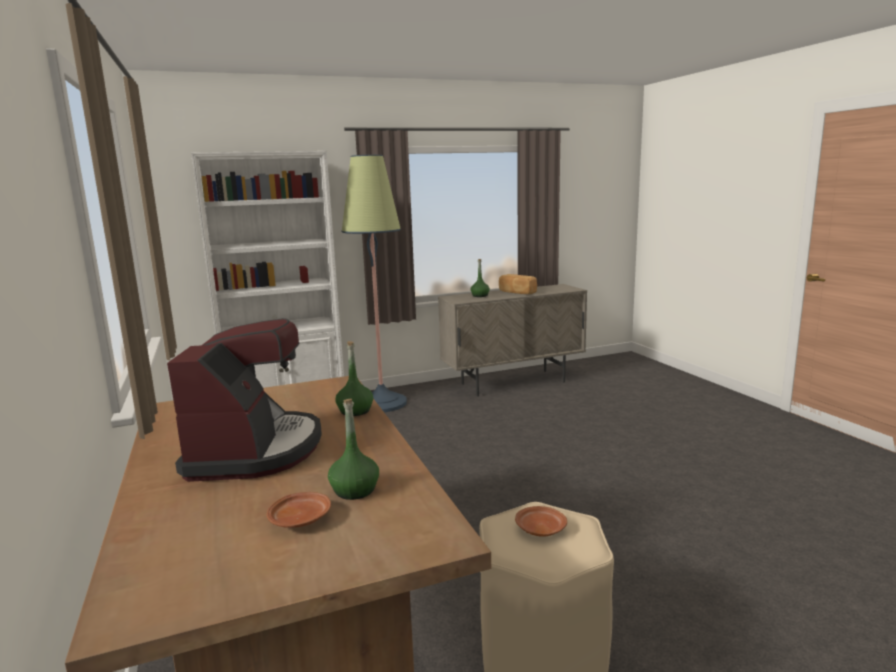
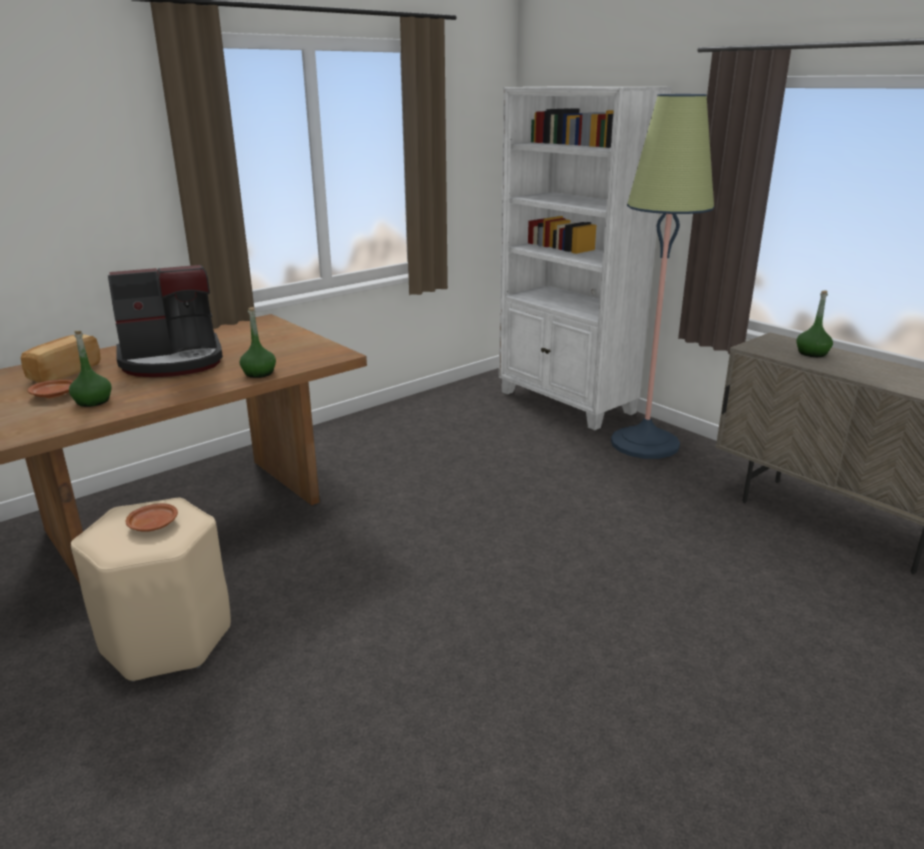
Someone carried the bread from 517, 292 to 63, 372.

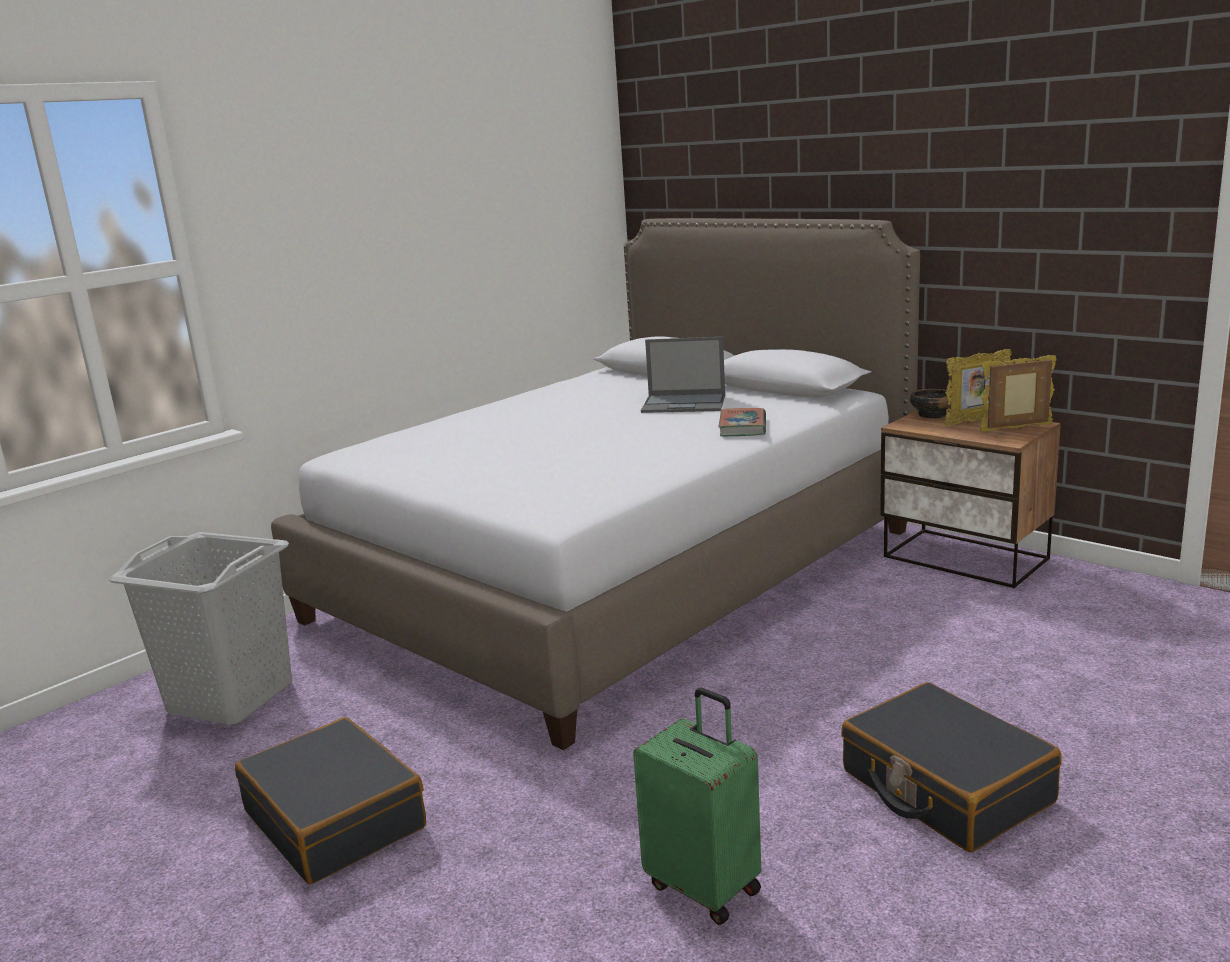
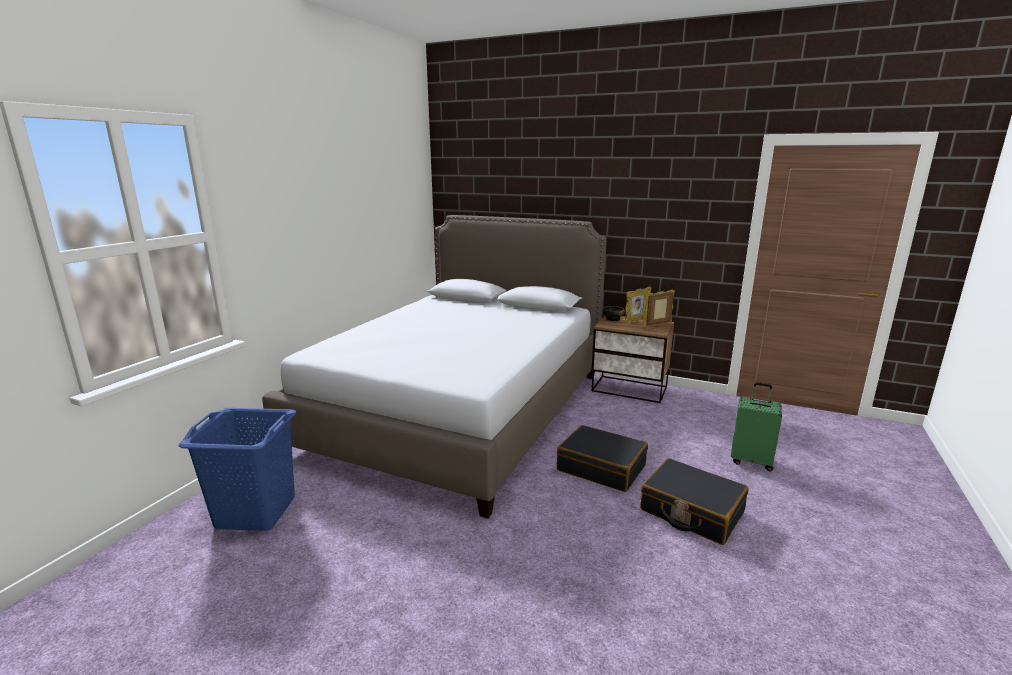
Someone repainted the laundry basket (grey) at 231, 697, which became the laundry basket (blue) at 256, 512. Someone carried the suitcase (black) from 335, 819 to 601, 468. Someone carried the suitcase (green) from 705, 886 to 751, 461. Someone took away the laptop at 685, 404. Someone took away the book at 743, 427.

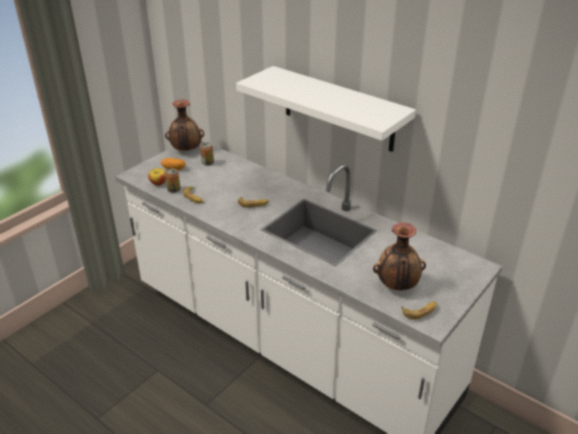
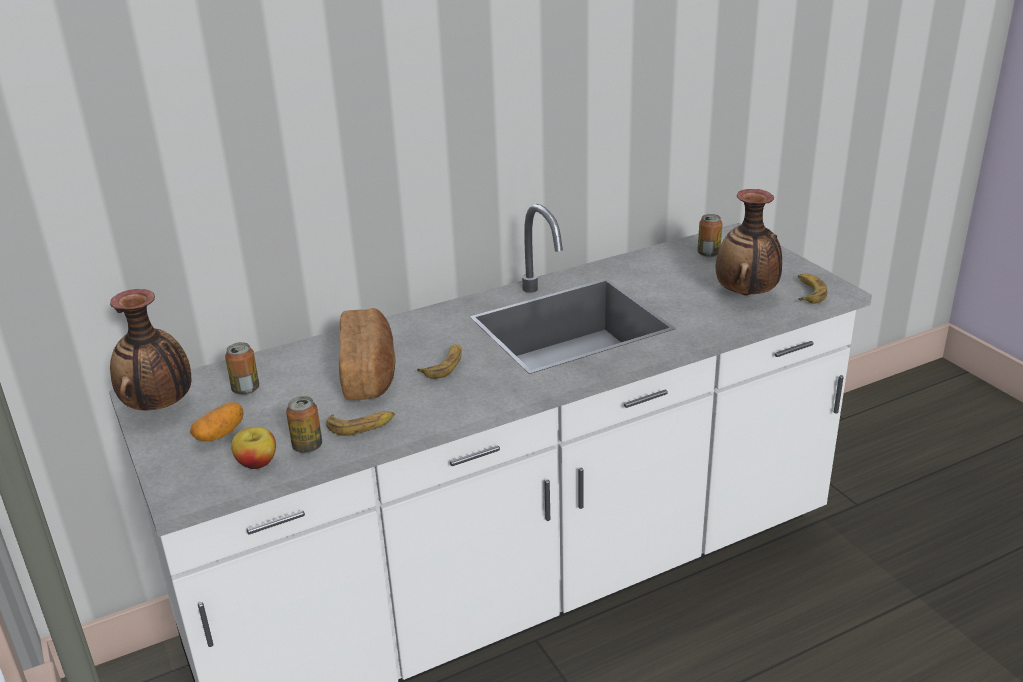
Someone put down the bread at 369, 372. Someone put down the can at 708, 253. Someone took away the shelf (white) at 338, 109.

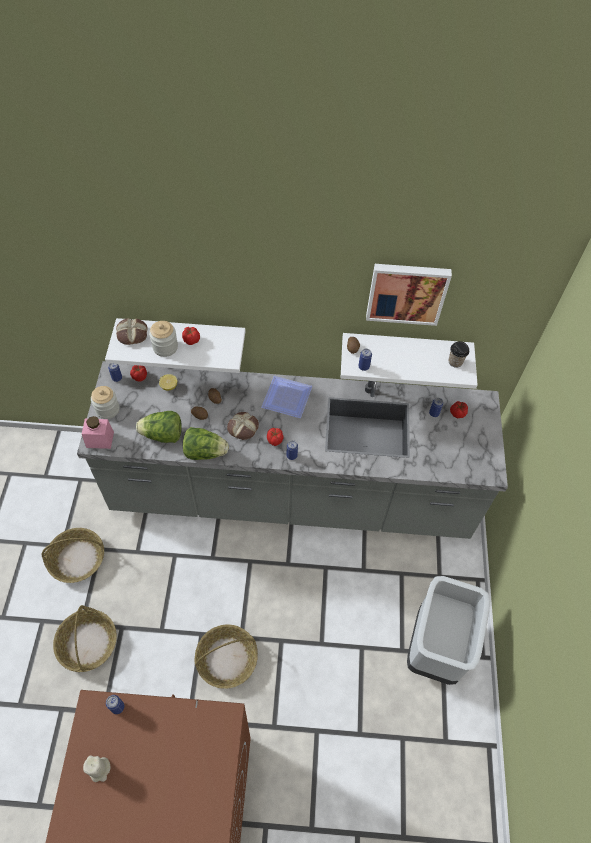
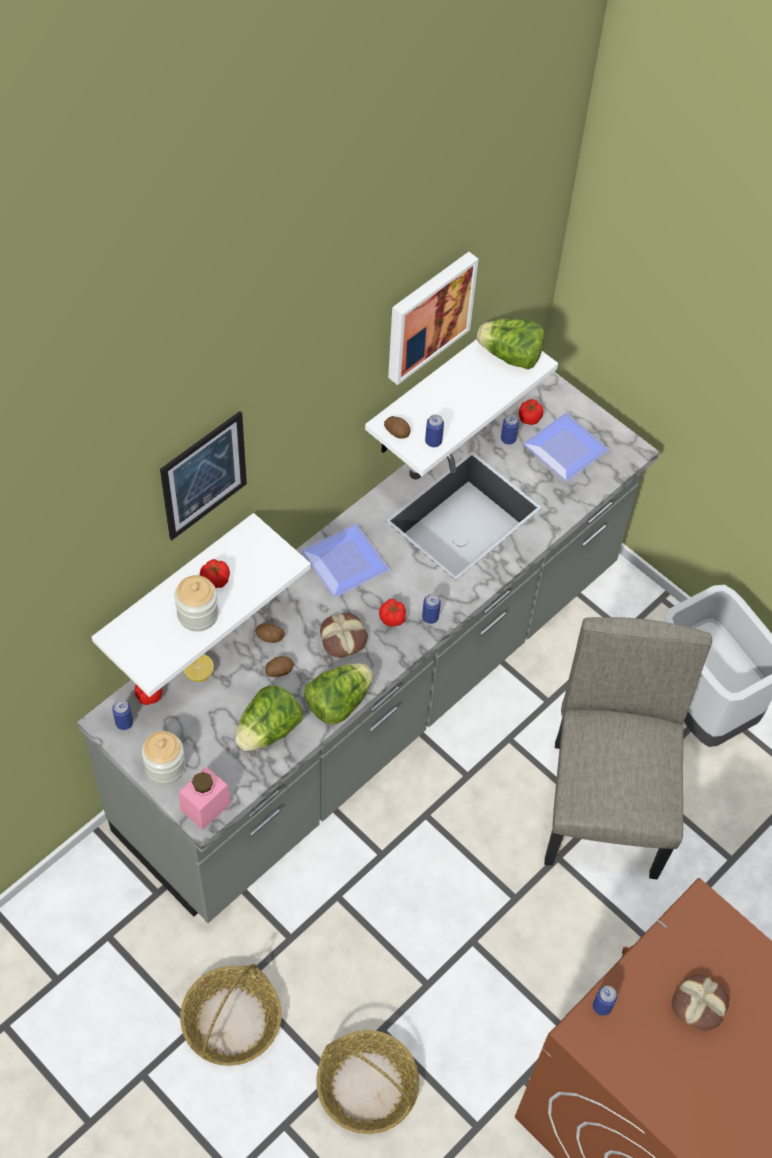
Someone put up the picture at 204, 475. Someone swapped the cup at 455, 362 for the lettuce at 510, 356. Someone put down the plate at 565, 447. Someone put down the chair (beige) at 606, 809. Someone carried the bread from 132, 335 to 699, 1005. Someone took away the candle (beige) at 99, 769. Someone took away the basket at 226, 659.

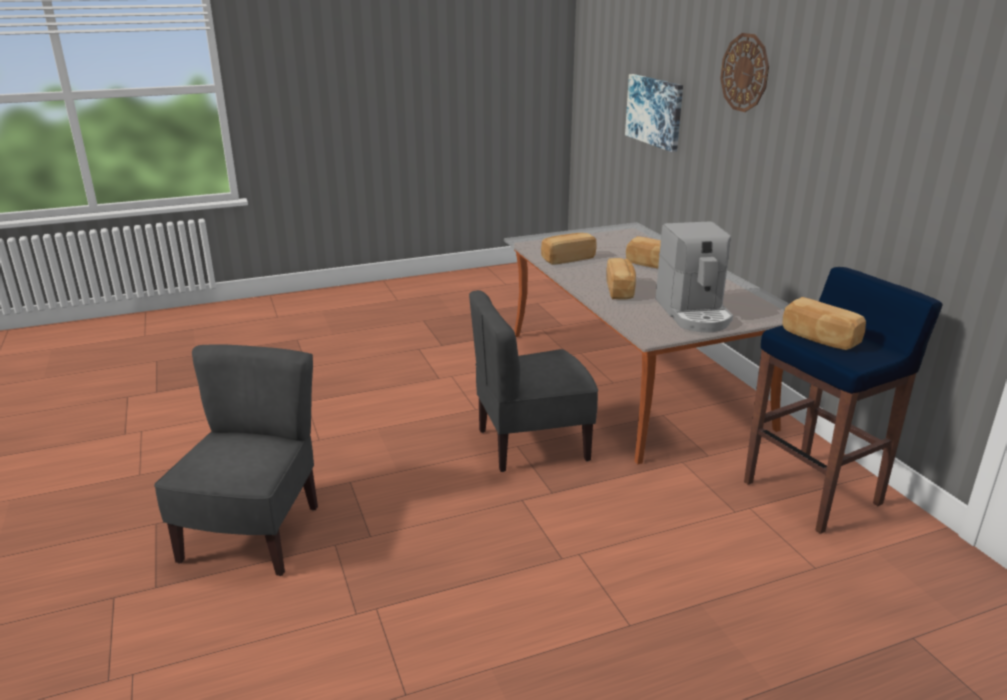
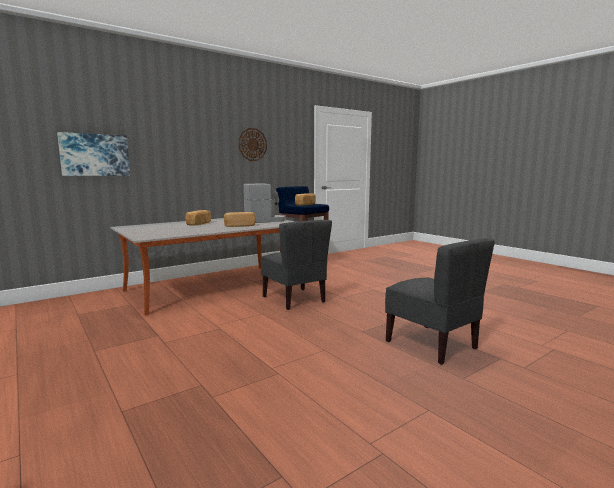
Someone carried the wall clock from 745, 72 to 252, 144. Someone rotated the chair (grey) at 254, 534 by 120 degrees counterclockwise. Someone took away the bread at 567, 258.

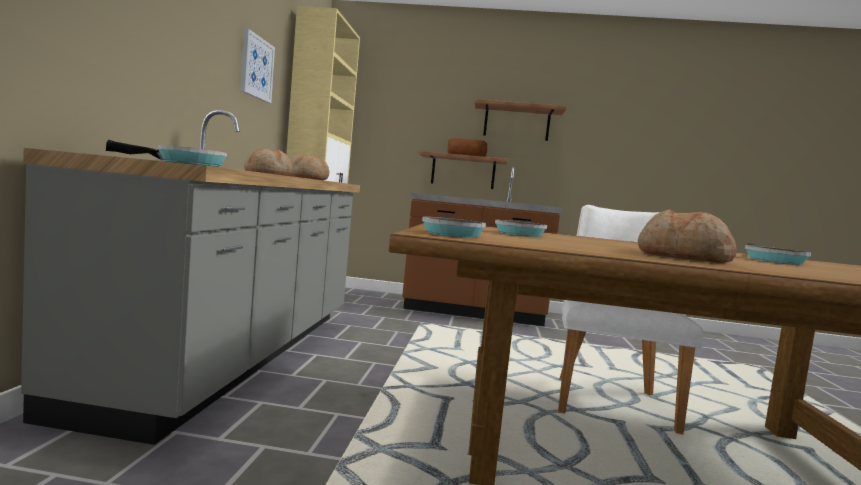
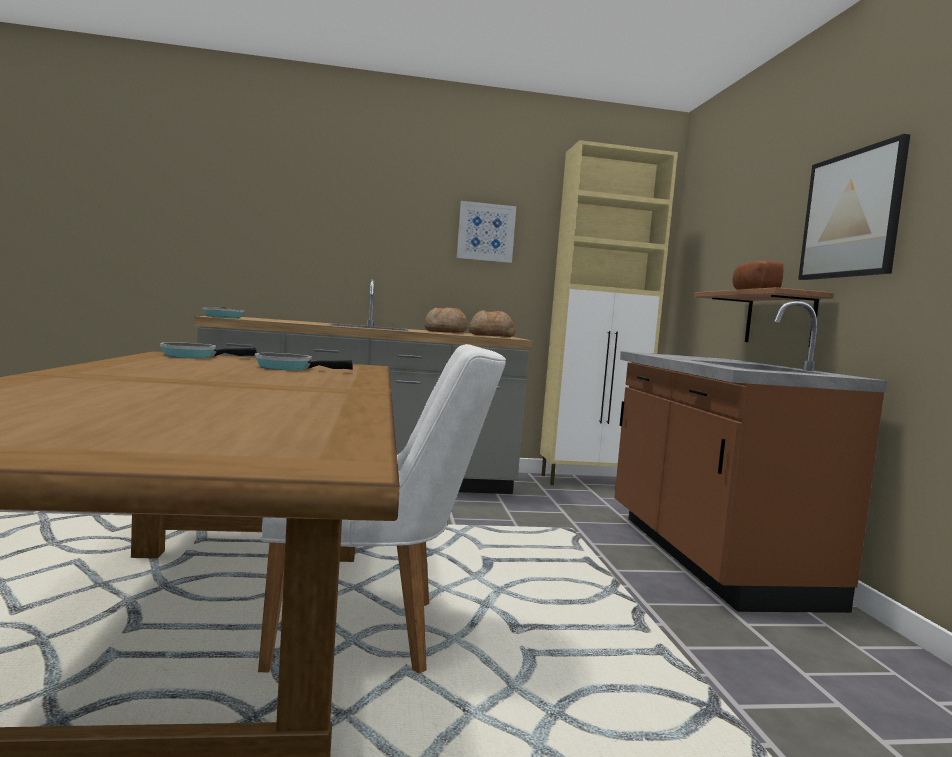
Someone swapped the shelf at 516, 123 for the picture at 851, 214. Someone took away the bread at 682, 257. Someone took away the frying pan at 771, 260.

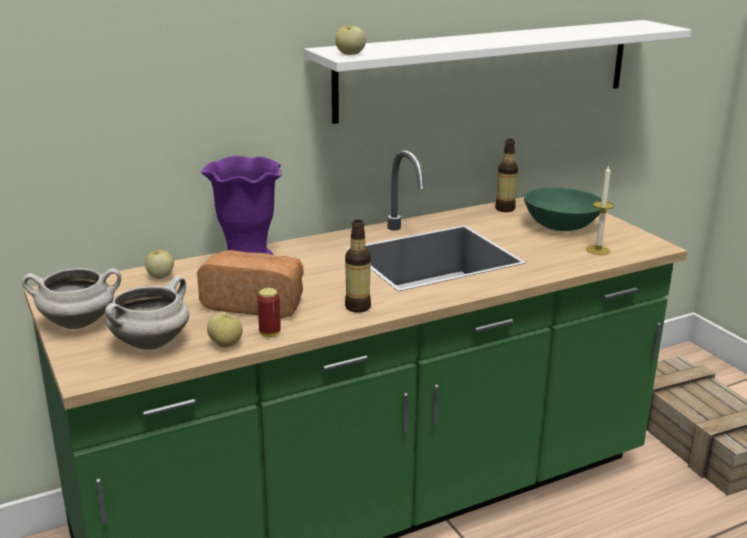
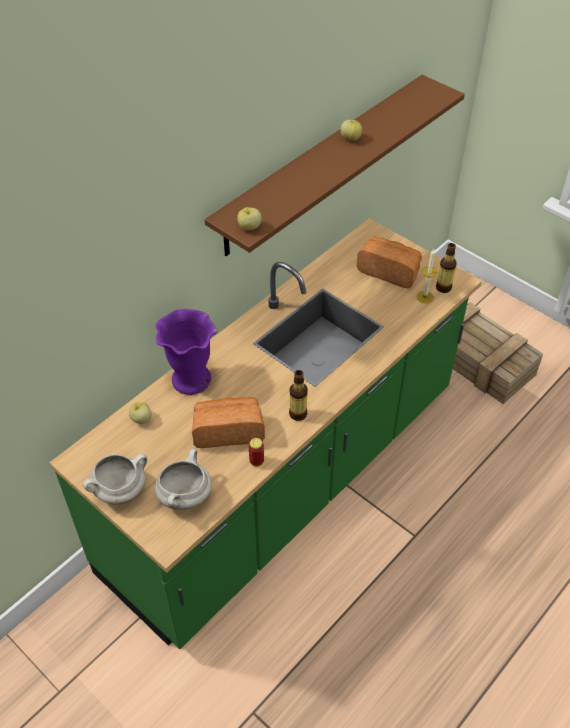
Someone repainted the shelf (white) at 488, 68, which became the shelf (brown) at 322, 164. Someone carried the apple from 226, 344 to 351, 138. Someone swapped the bowl (green) at 561, 226 for the bread at 389, 271. Someone carried the bottle from 505, 209 to 443, 288.

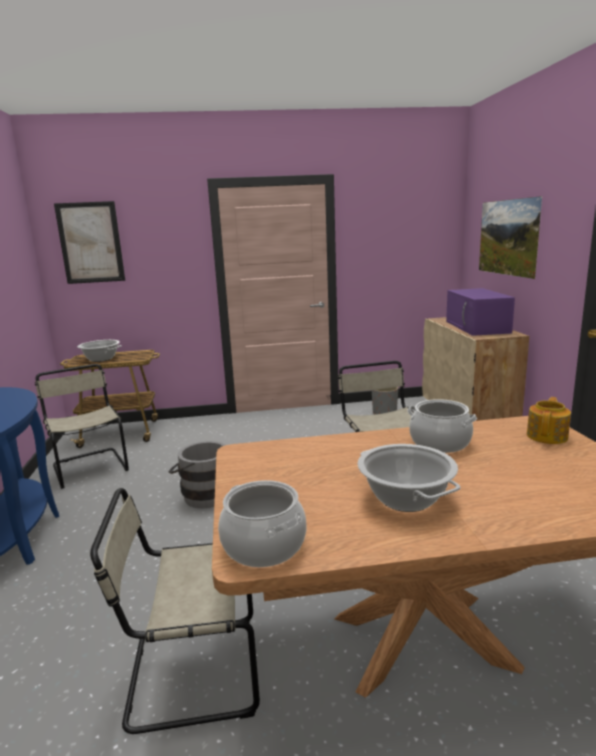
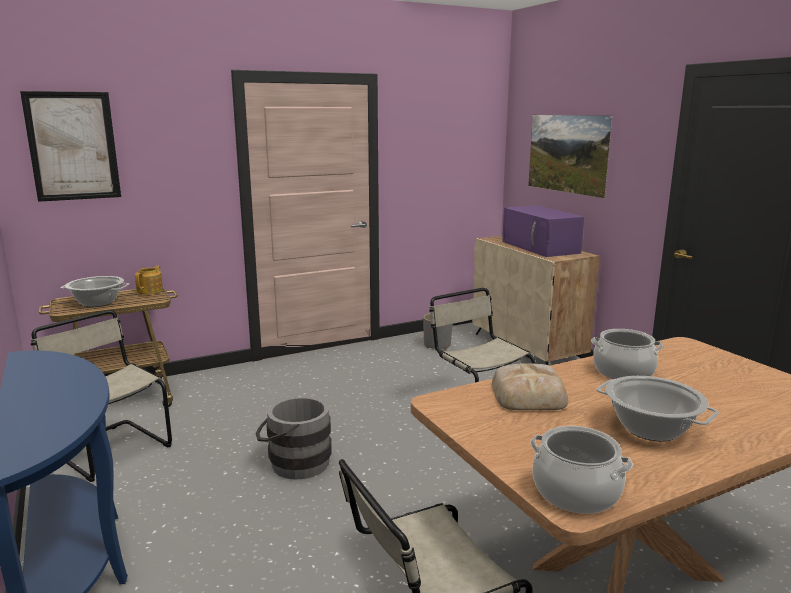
Someone carried the teapot from 547, 436 to 150, 290. Someone put down the bread at 529, 394.

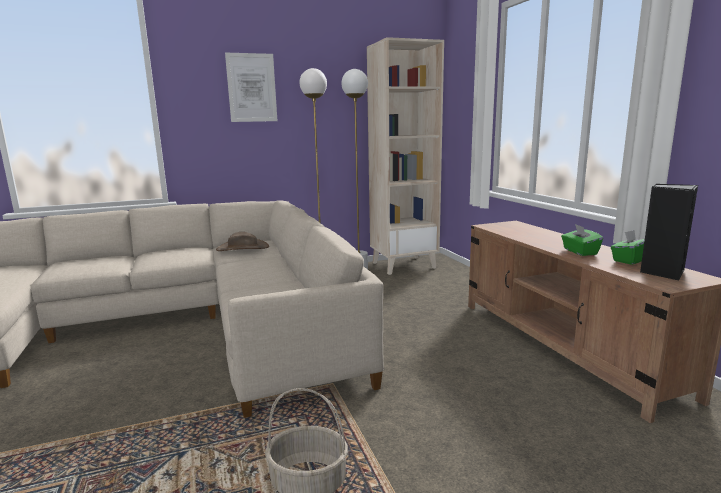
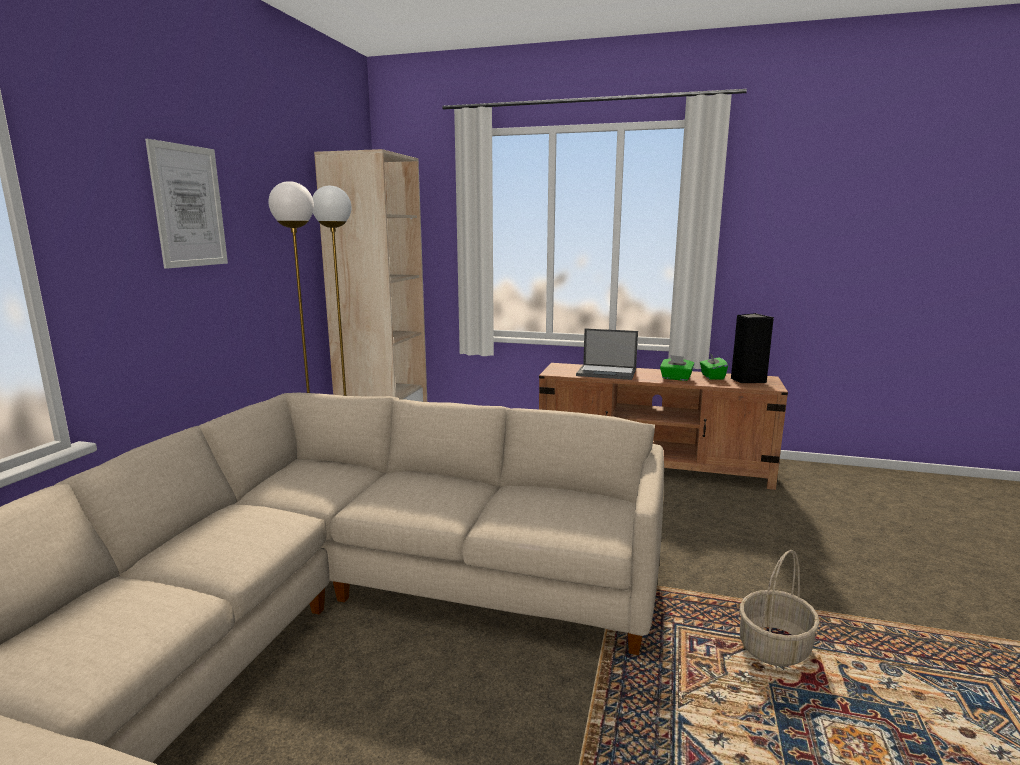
Someone put down the laptop at 607, 372. Someone took away the hat (brown) at 242, 248.

